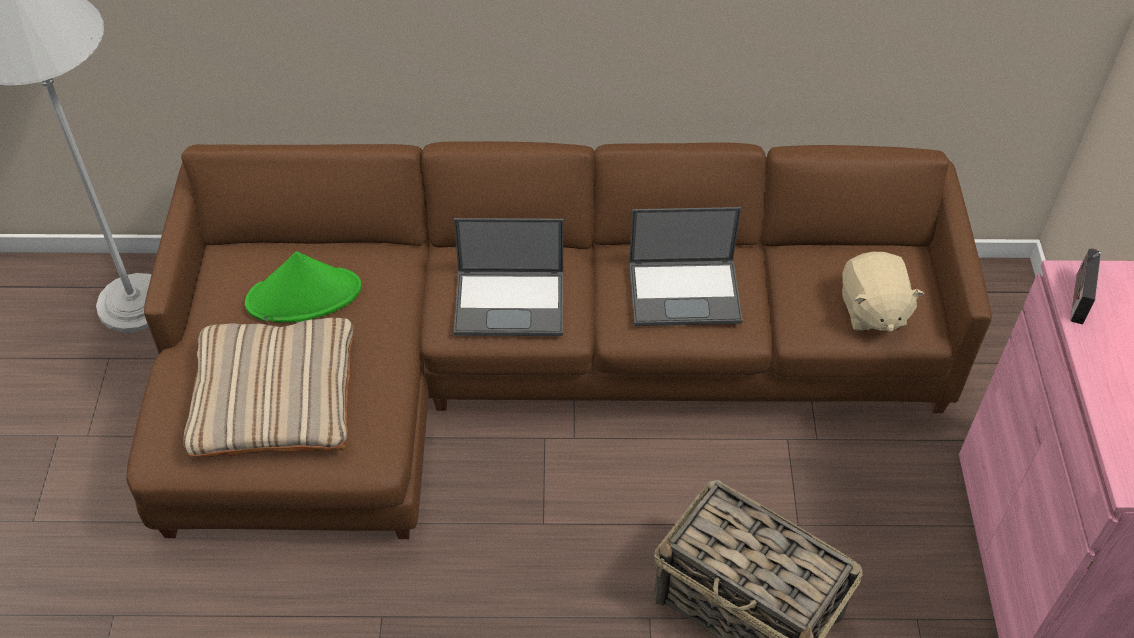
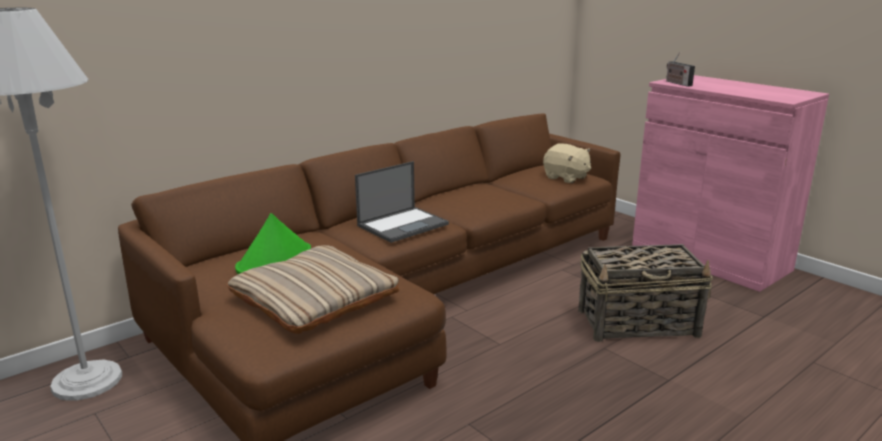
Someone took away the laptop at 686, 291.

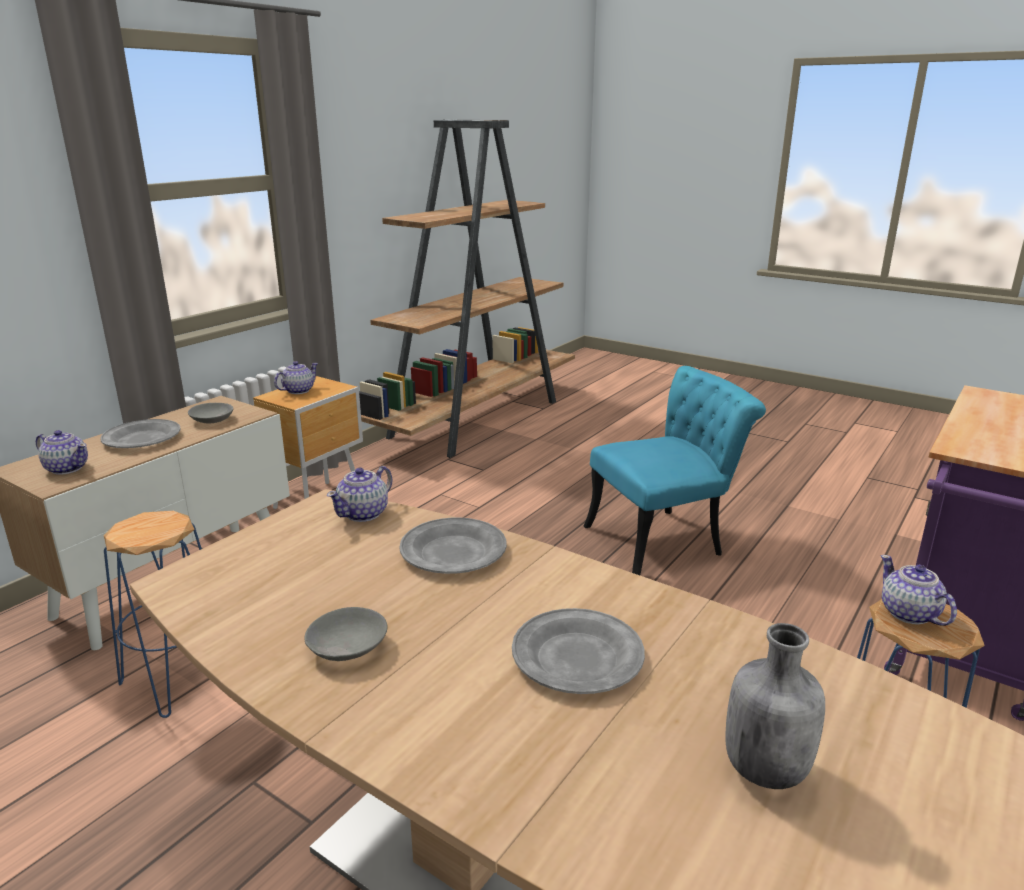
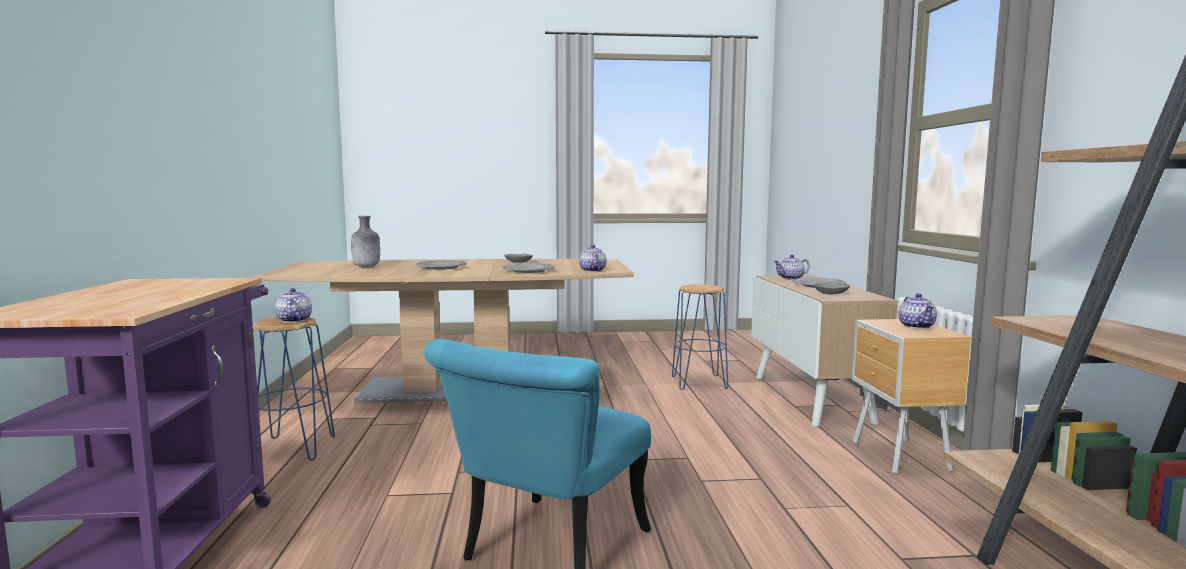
Someone rotated the teapot at 909, 614 by 135 degrees counterclockwise.

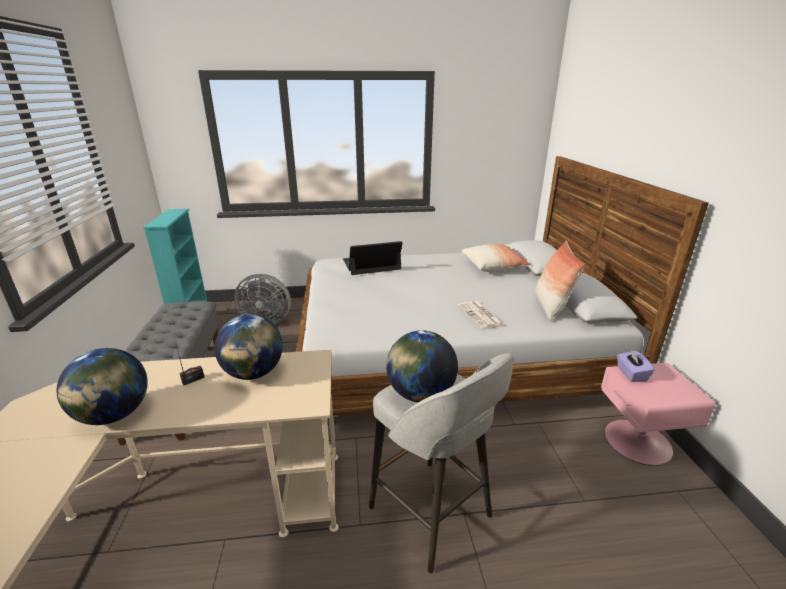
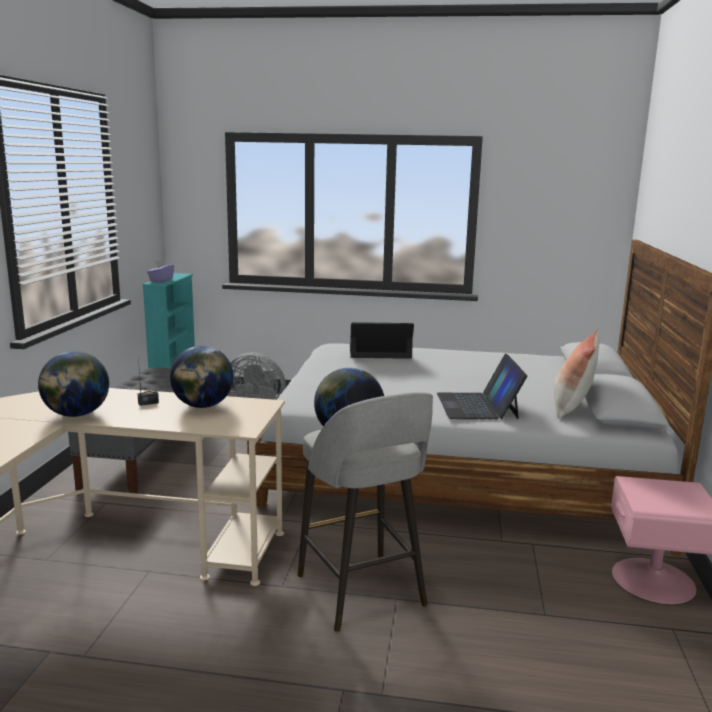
Someone carried the tissue box (purple) from 631, 374 to 161, 280. Someone swapped the newspaper at 481, 315 for the laptop at 478, 405. Someone took away the pillow at 493, 266.

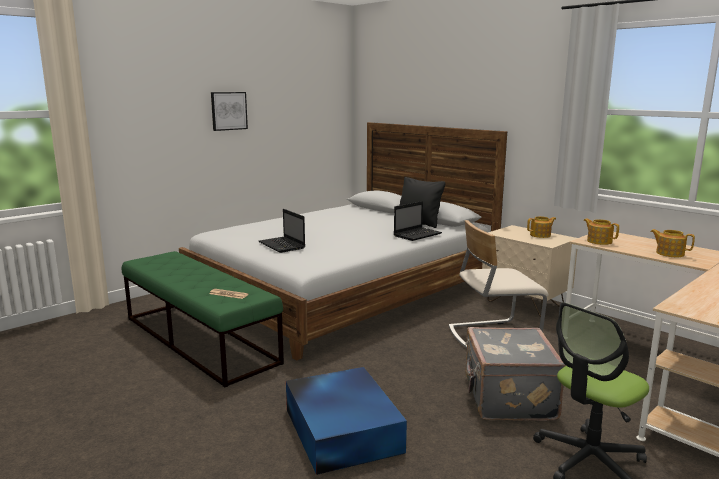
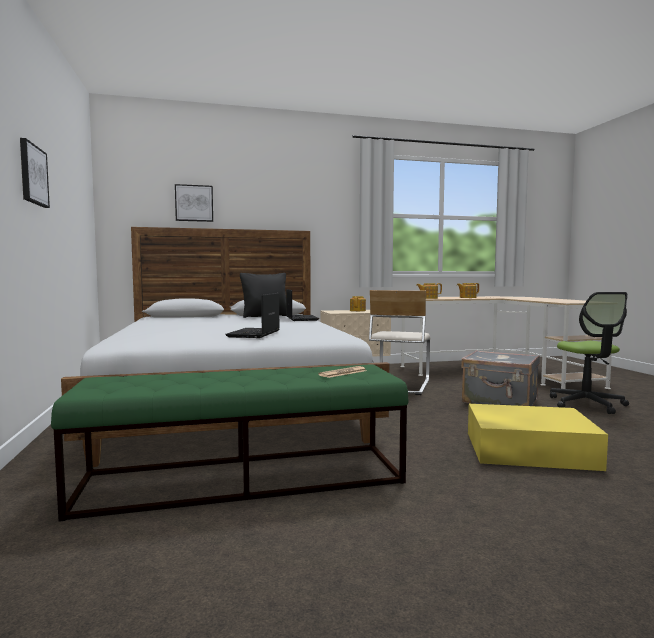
Someone put up the picture at 194, 203. Someone rotated the laptop at 282, 245 by 105 degrees clockwise. Someone repainted the storage box (blue) at 342, 429, which became the storage box (yellow) at 527, 449.

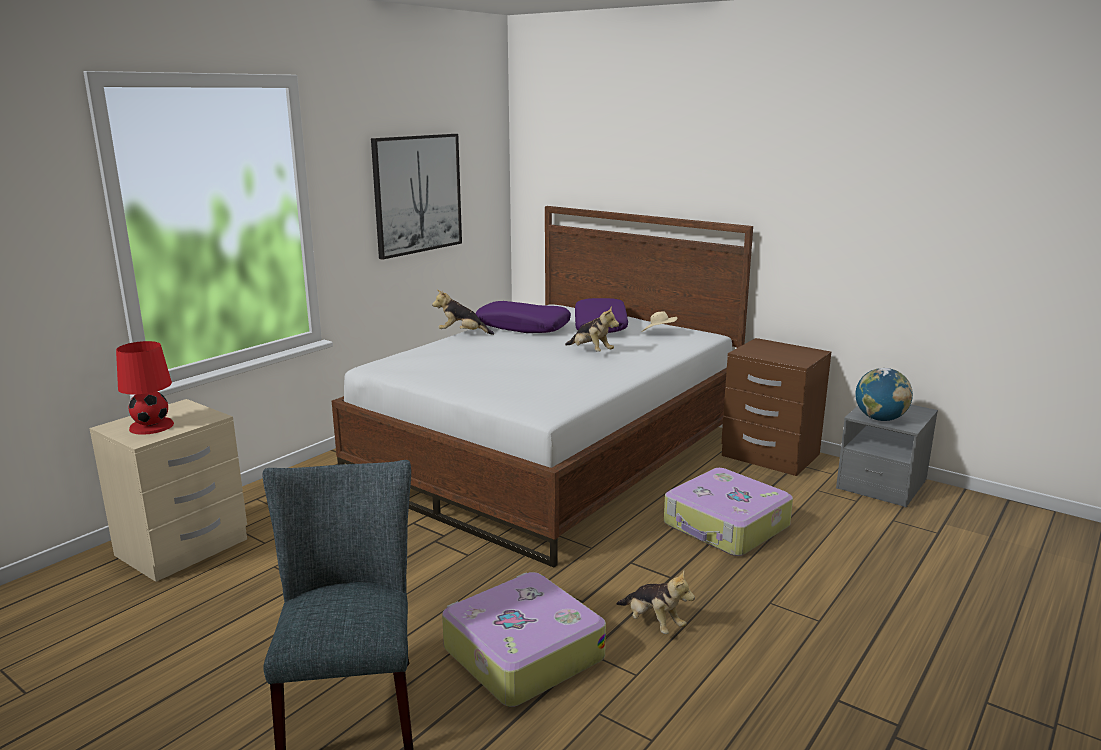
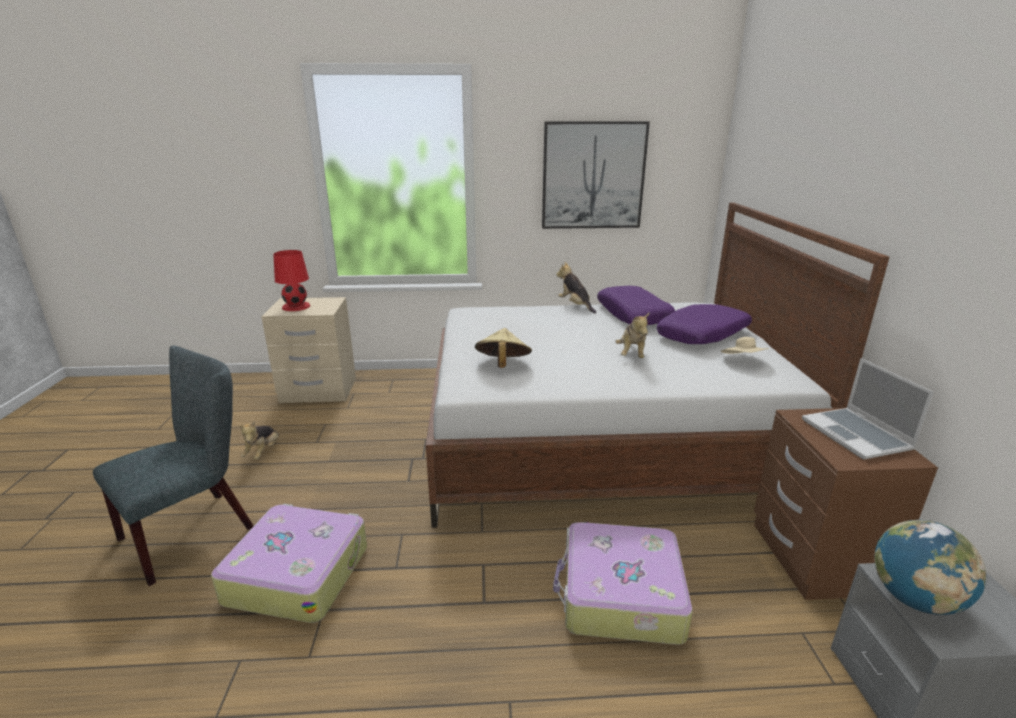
Someone carried the plush toy from 653, 623 to 263, 452. Someone put down the hat (beige) at 502, 365. Someone put down the laptop at 857, 435.

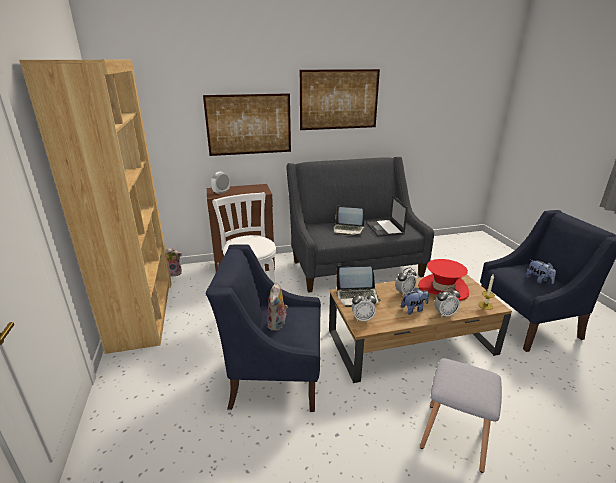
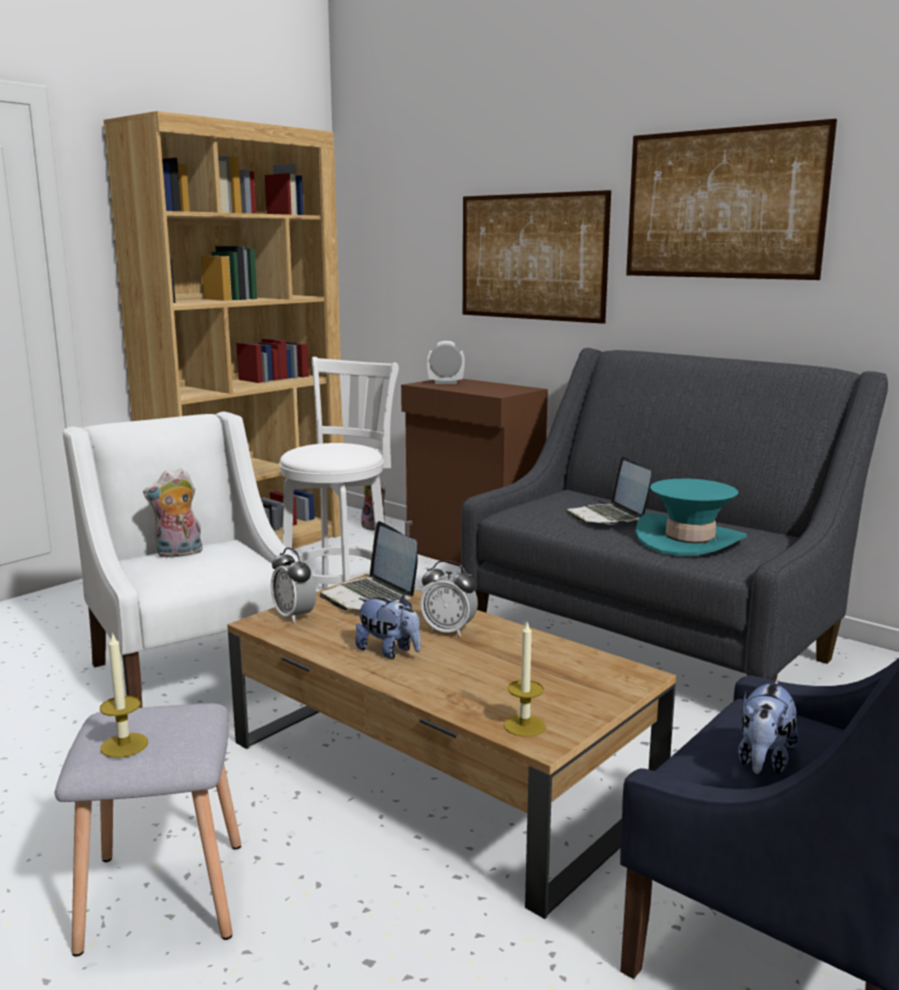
Someone repainted the armchair (blue) at 274, 375, which became the armchair (white) at 196, 671. Someone put down the candle at 124, 745. Someone swapped the laptop at 385, 228 for the hat (turquoise) at 690, 540. Someone took away the hat (red) at 443, 289. Someone took away the alarm clock at 445, 314.

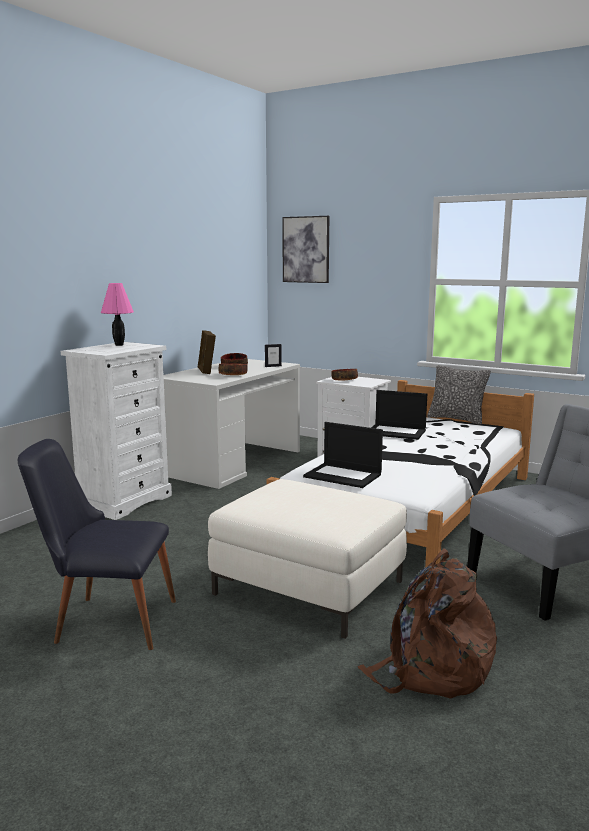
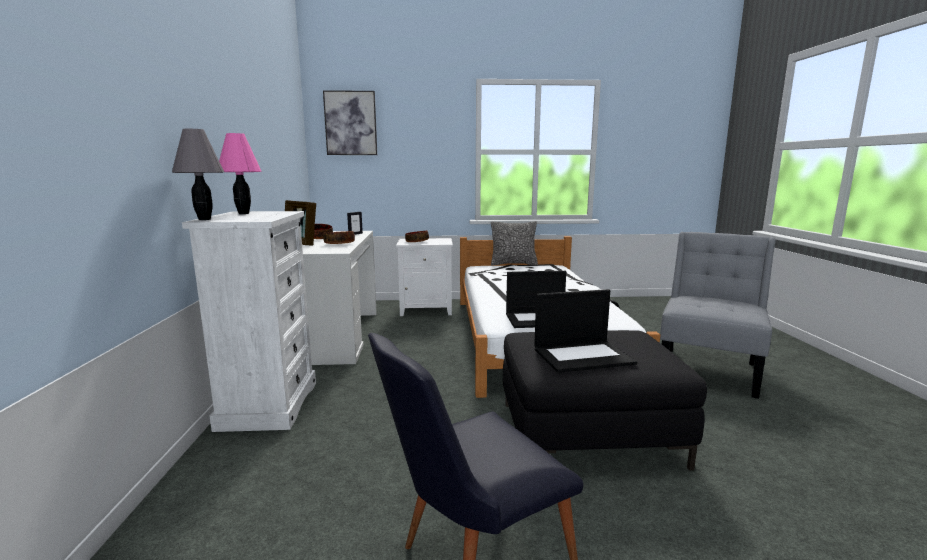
Someone put down the table lamp (grey) at 205, 219. Someone repainted the ottoman (white) at 309, 588, which became the ottoman (black) at 589, 433. Someone carried the laptop from 397, 432 to 583, 356. Someone took away the backpack (brown) at 431, 669.

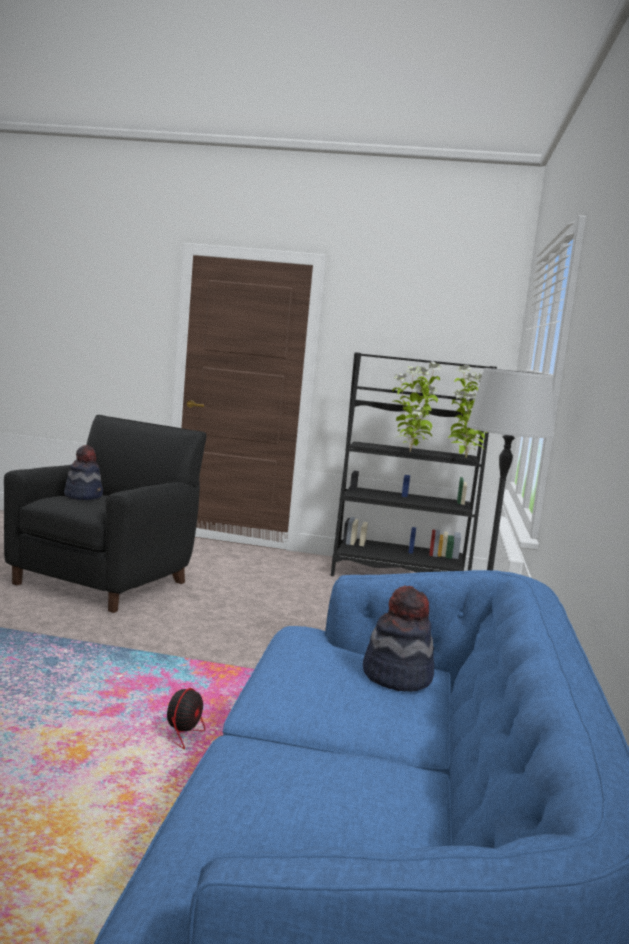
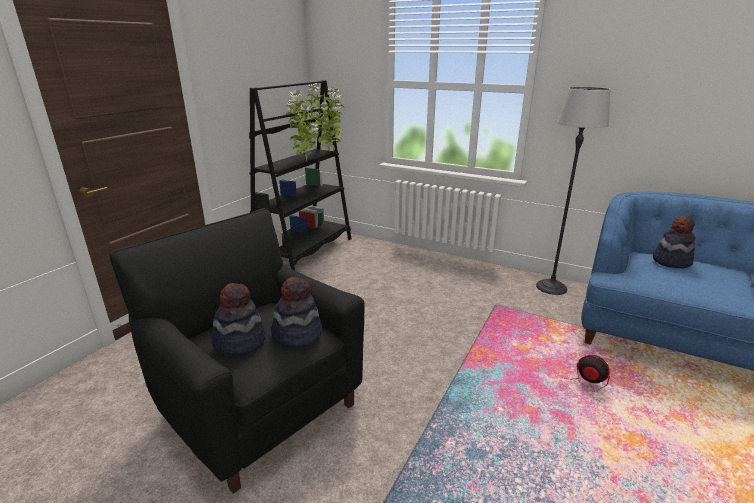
Someone put down the hat at 297, 334.

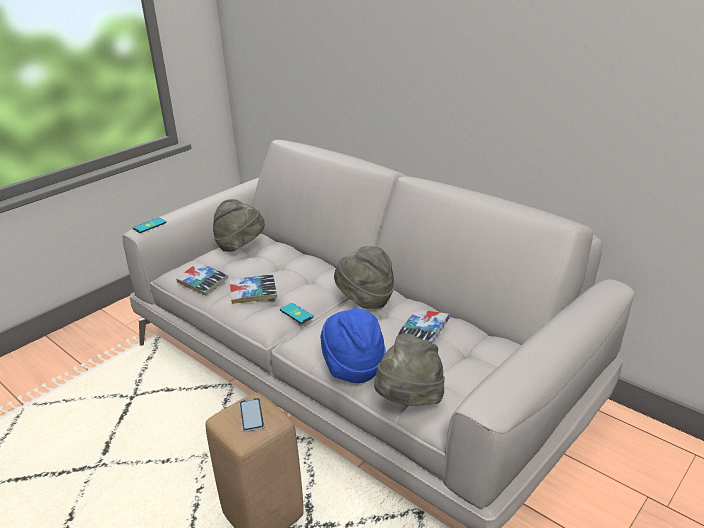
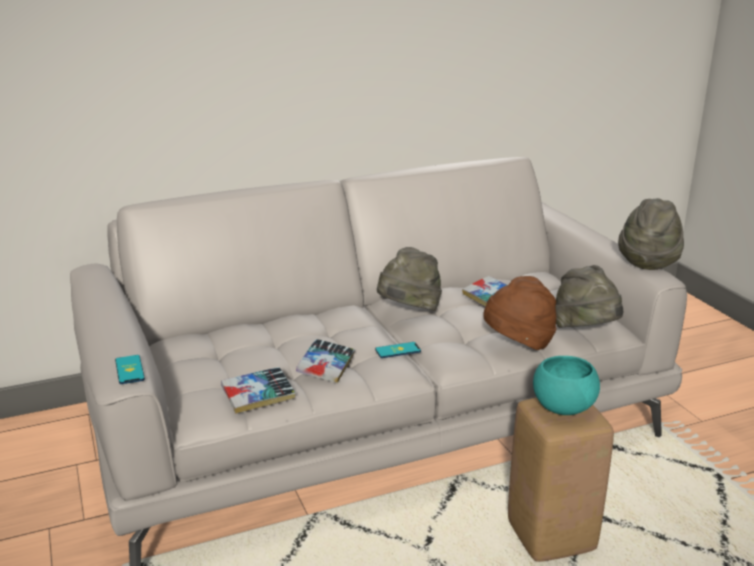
Someone repainted the hat (blue) at 353, 368, which became the hat (brown) at 518, 344. Someone swapped the phone at 251, 415 for the bowl (turquoise) at 562, 408. Someone carried the hat (grey) from 240, 246 to 648, 260.

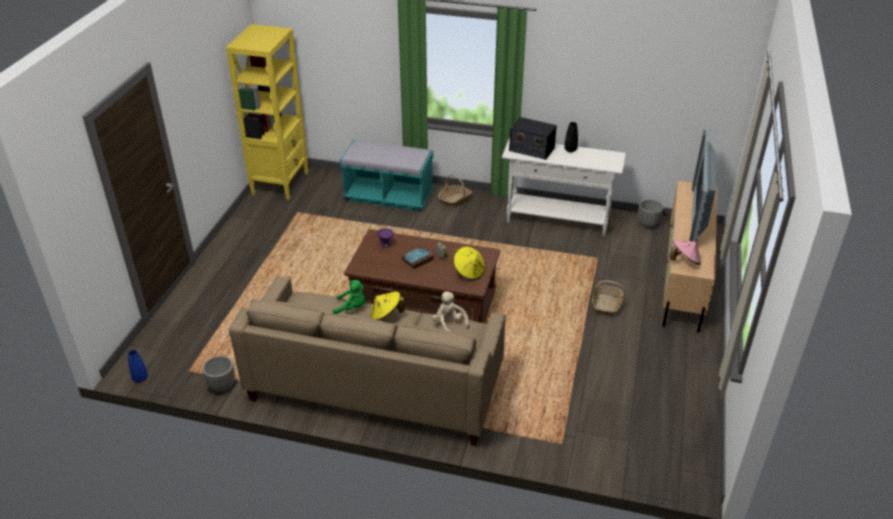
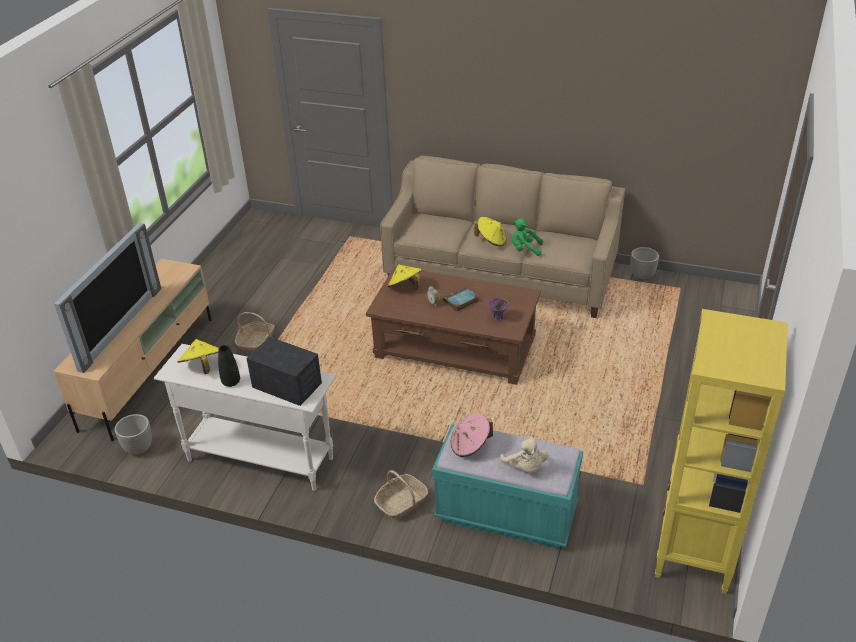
Someone put down the hat (yellow) at 203, 367. Someone carried the hat (pink) from 684, 261 to 470, 445. Someone carried the plush toy (beige) from 449, 324 to 525, 468. Someone took away the vase (blue) at 140, 378.

